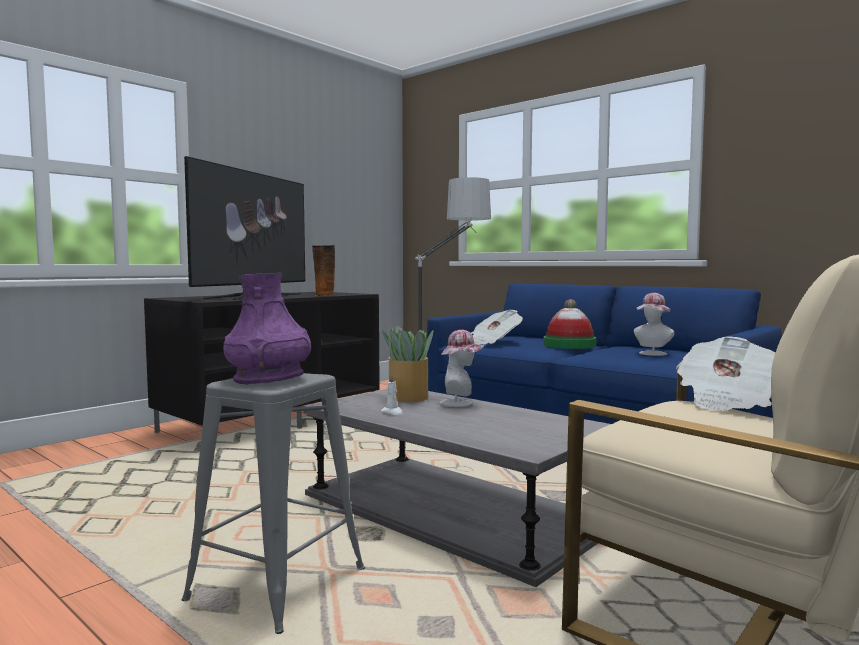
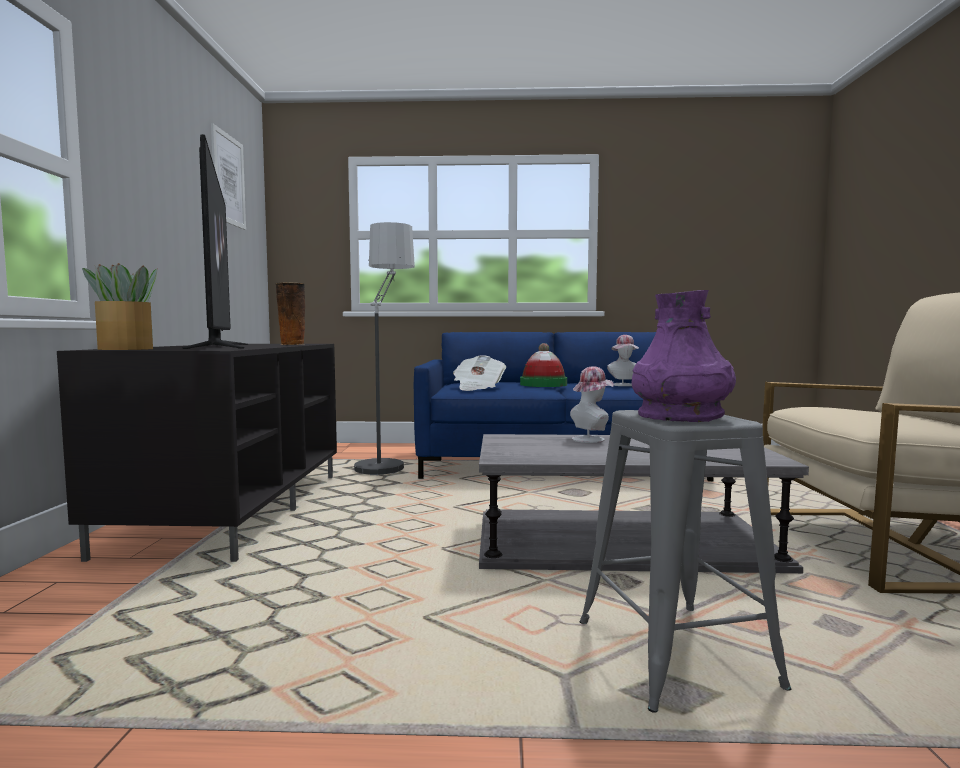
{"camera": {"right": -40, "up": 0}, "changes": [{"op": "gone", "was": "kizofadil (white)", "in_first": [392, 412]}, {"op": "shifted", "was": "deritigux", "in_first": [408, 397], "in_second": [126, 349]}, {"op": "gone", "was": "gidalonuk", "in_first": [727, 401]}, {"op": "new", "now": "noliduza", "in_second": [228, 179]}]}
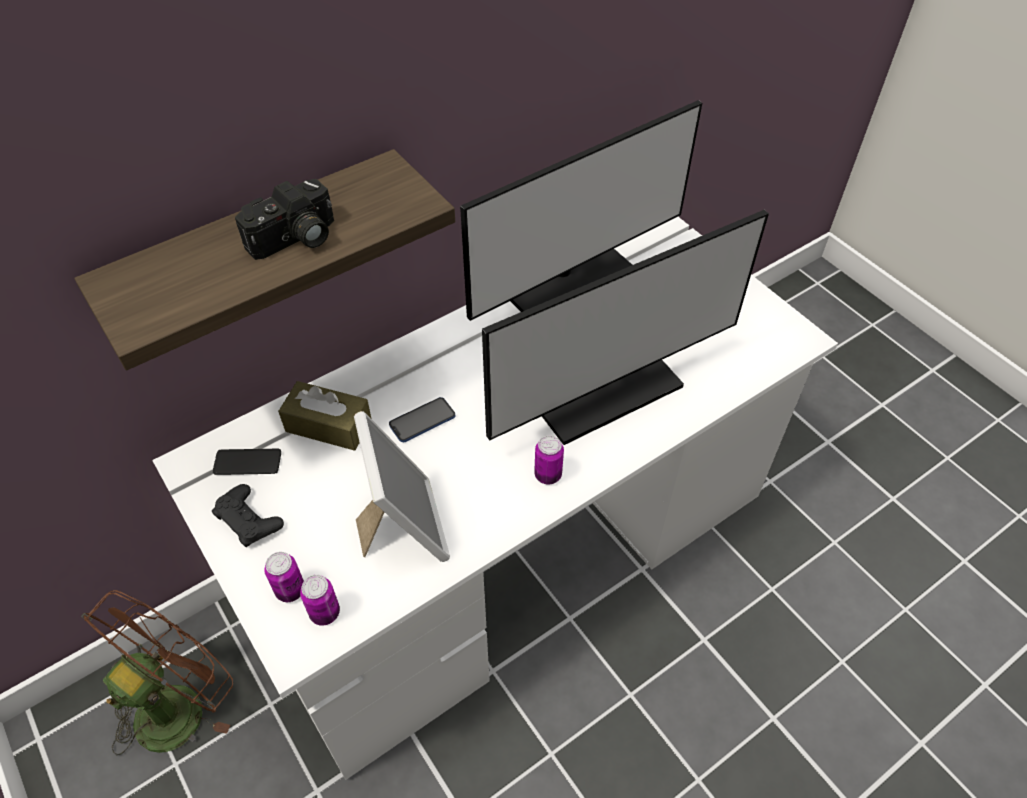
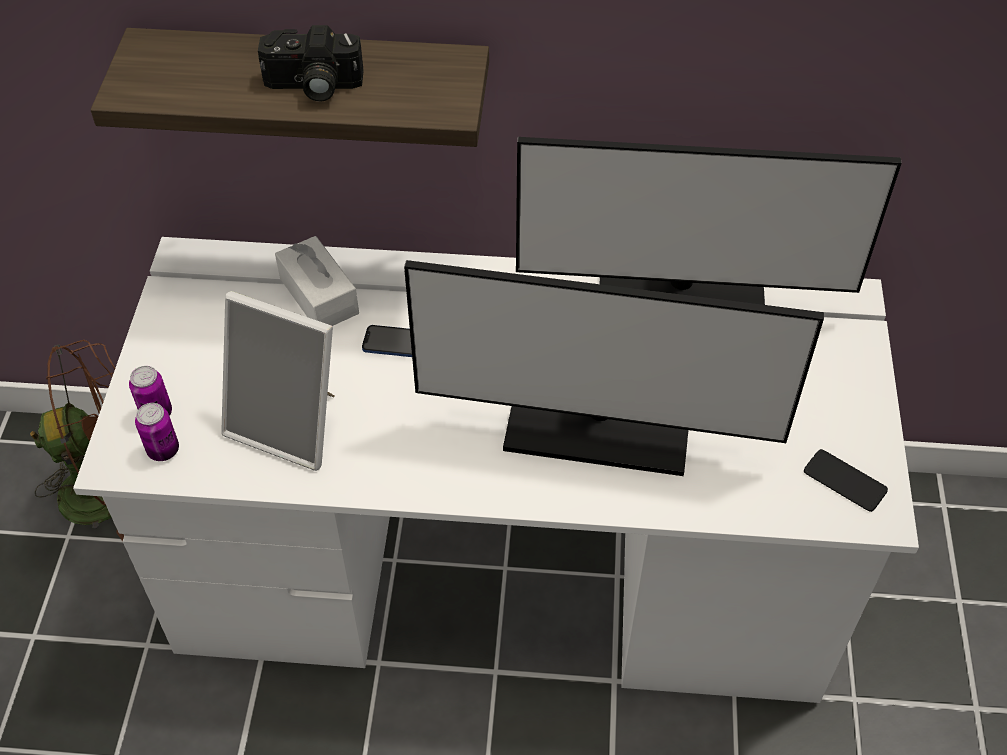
{"camera": {"right": 40, "up": 0}, "changes": [{"op": "gone", "was": "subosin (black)", "in_first": [248, 519]}, {"op": "shifted", "was": "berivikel", "in_first": [247, 462], "in_second": [845, 481]}, {"op": "repainted", "was": "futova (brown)", "now": "futova (white)", "in_first": [328, 425], "in_second": [319, 296]}, {"op": "rotated", "was": "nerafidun", "in_first": [403, 527], "in_second": [290, 424], "clockwise": 90}, {"op": "gone", "was": "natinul", "in_first": [548, 475]}]}
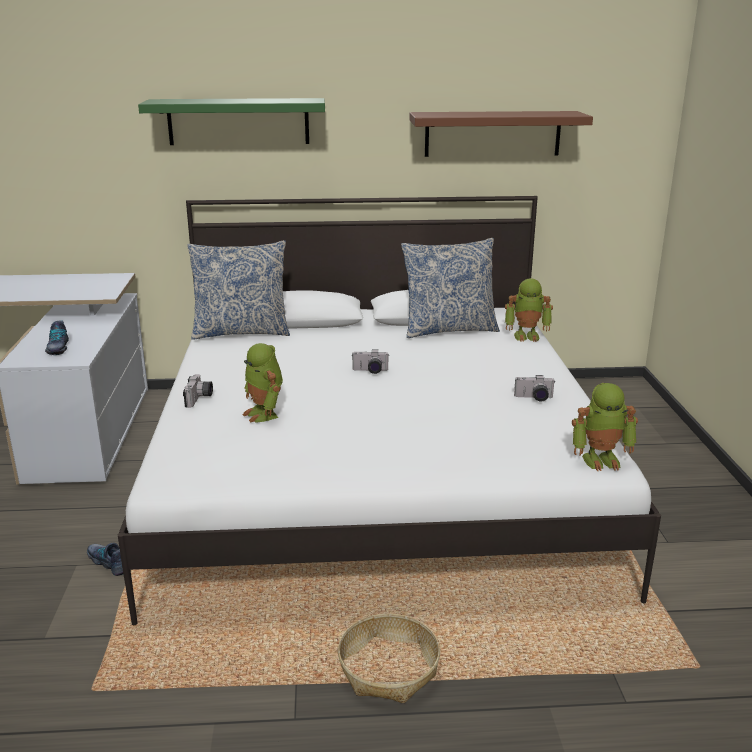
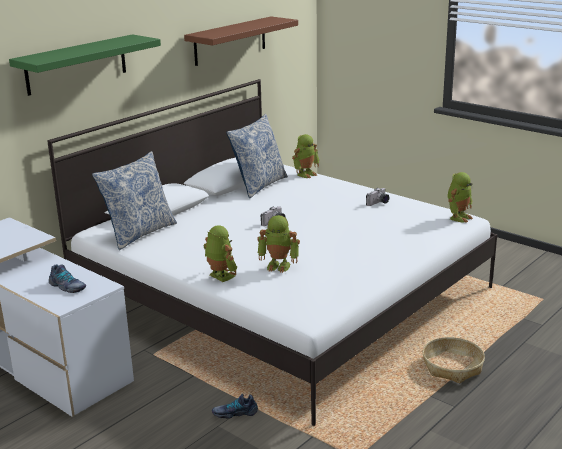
{"camera": {"right": -45, "up": 0}, "changes": [{"op": "swapped", "was": "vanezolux", "now": "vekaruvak", "in_first": [199, 399], "in_second": [220, 276]}]}
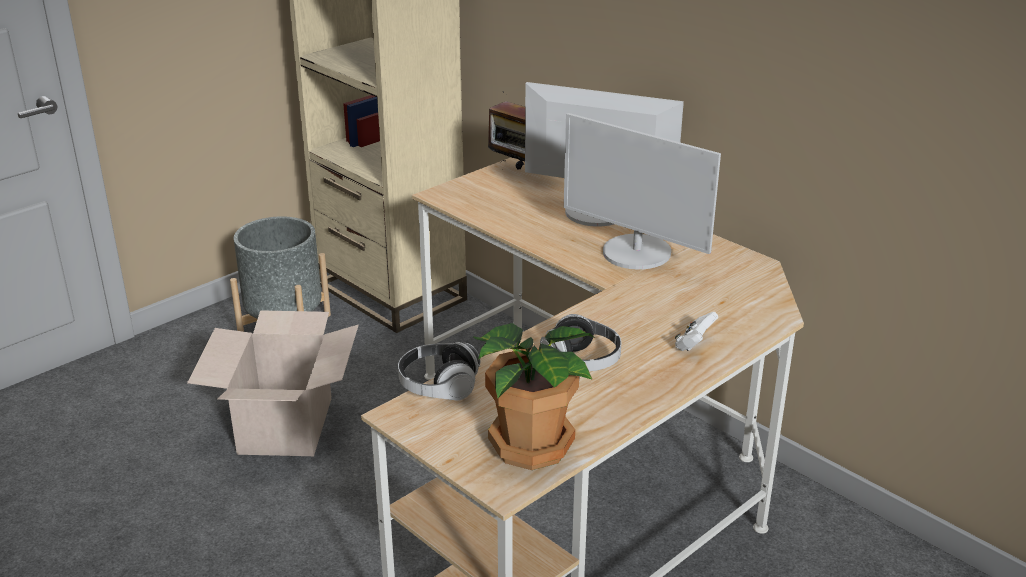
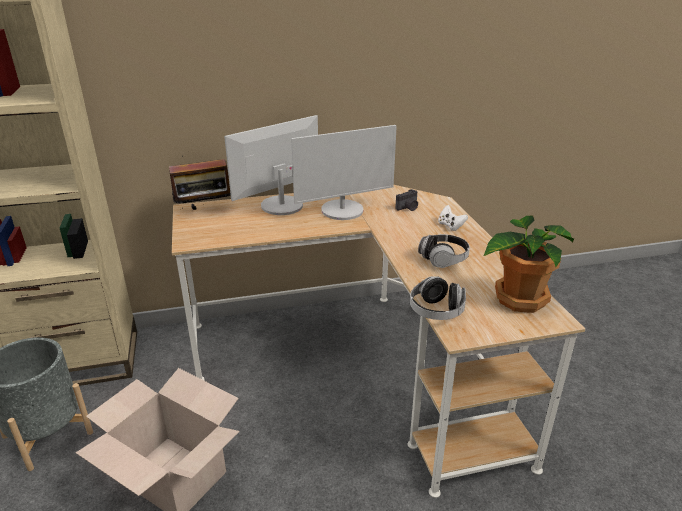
{"camera": {"right": -60, "up": 0}, "changes": [{"op": "new", "now": "vanezolux", "in_second": [408, 208]}]}
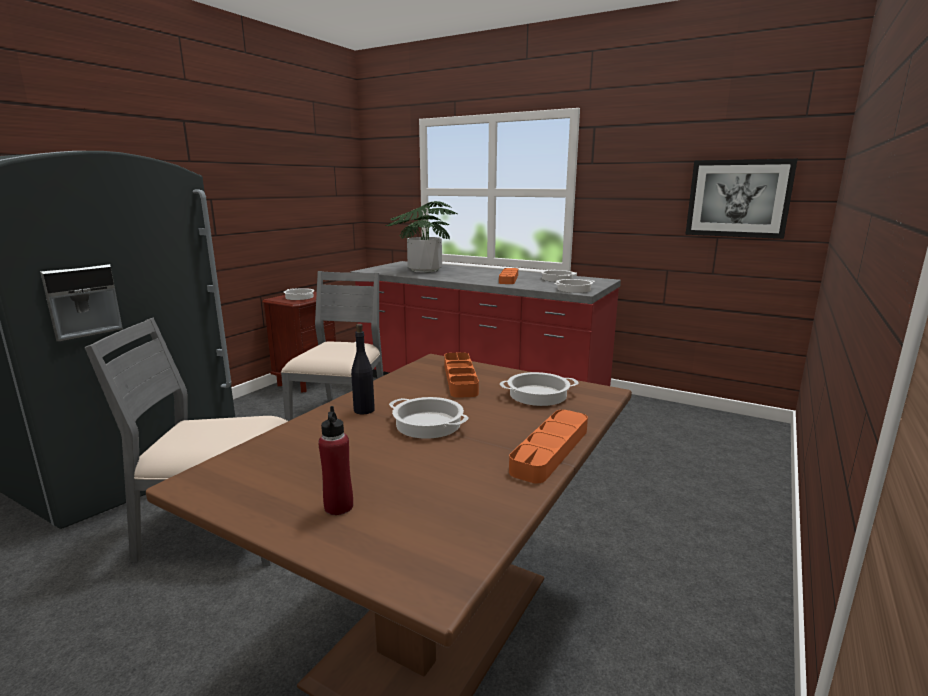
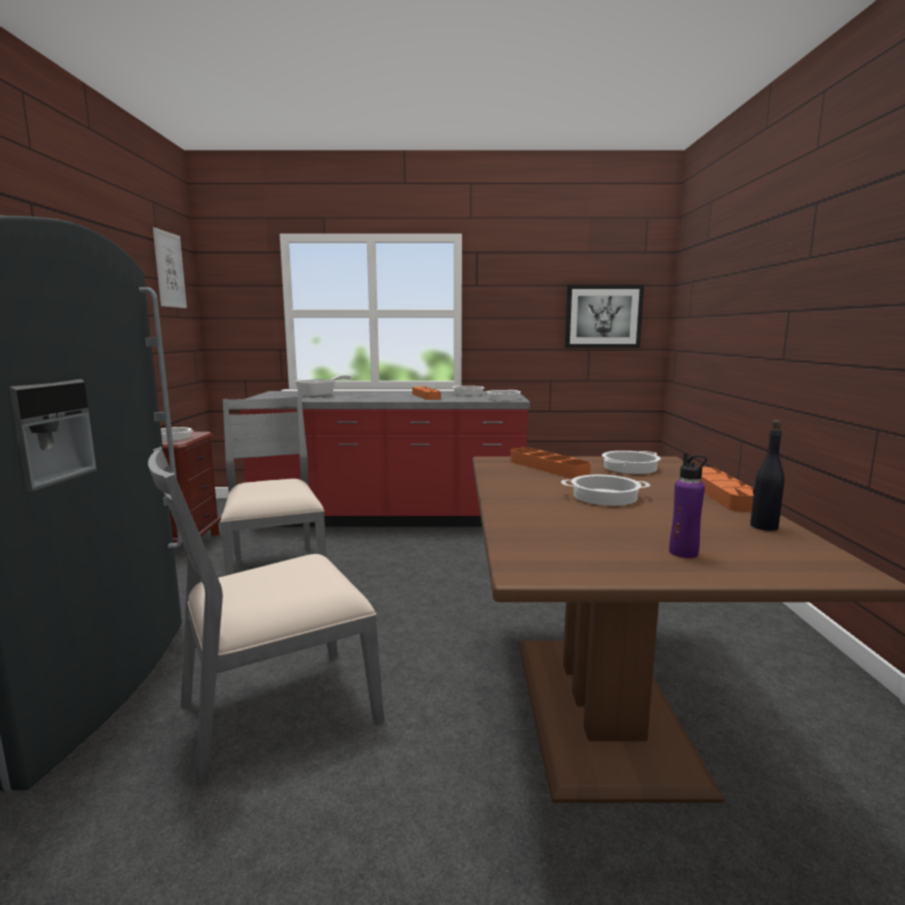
{"camera": {"right": -30, "up": -5}, "changes": [{"op": "repainted", "was": "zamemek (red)", "now": "zamemek (purple)", "in_first": [338, 507], "in_second": [683, 553]}, {"op": "shifted", "was": "zamemek (black)", "in_first": [364, 410], "in_second": [763, 526]}, {"op": "swapped", "was": "deritigux", "now": "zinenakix", "in_first": [424, 270], "in_second": [320, 396]}, {"op": "new", "now": "noliduza", "in_second": [169, 270]}]}
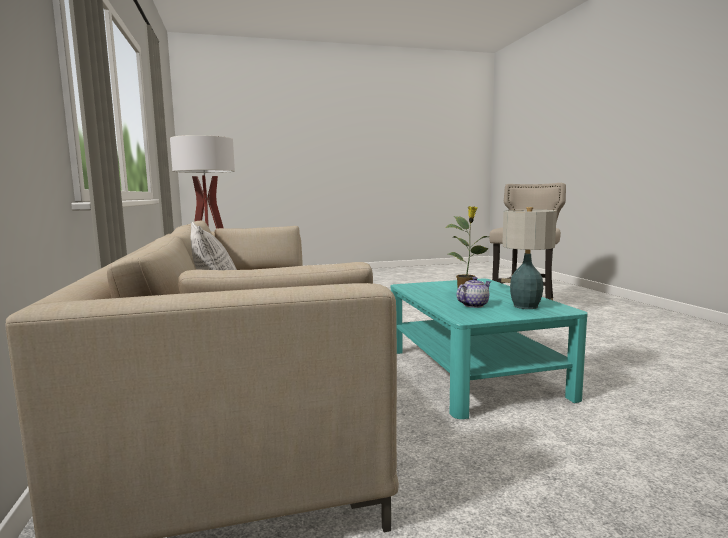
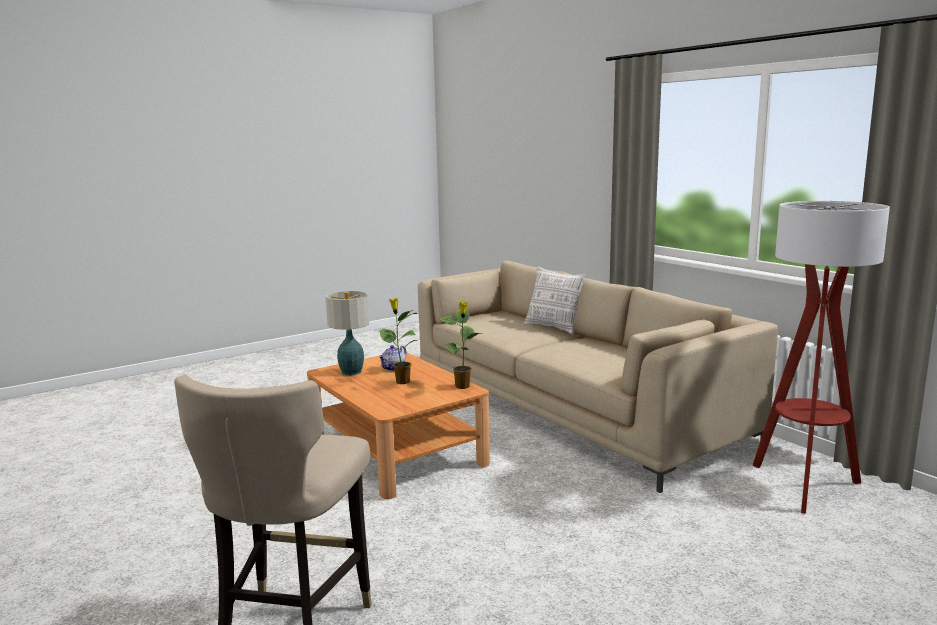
{"camera": {"right": 160, "up": 5}, "changes": [{"op": "repainted", "was": "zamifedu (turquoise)", "now": "zamifedu (brown)", "in_first": [472, 372], "in_second": [397, 450]}, {"op": "new", "now": "deritigux", "in_second": [463, 386]}]}
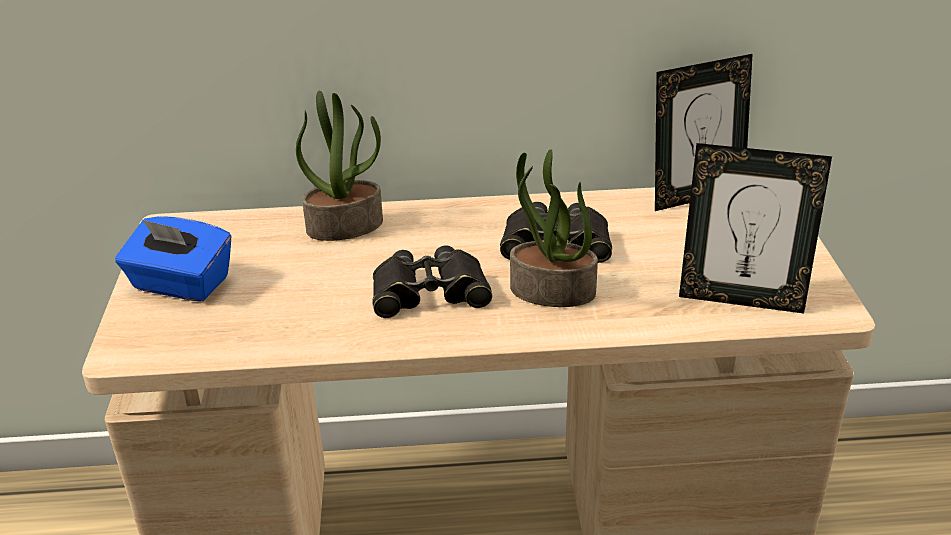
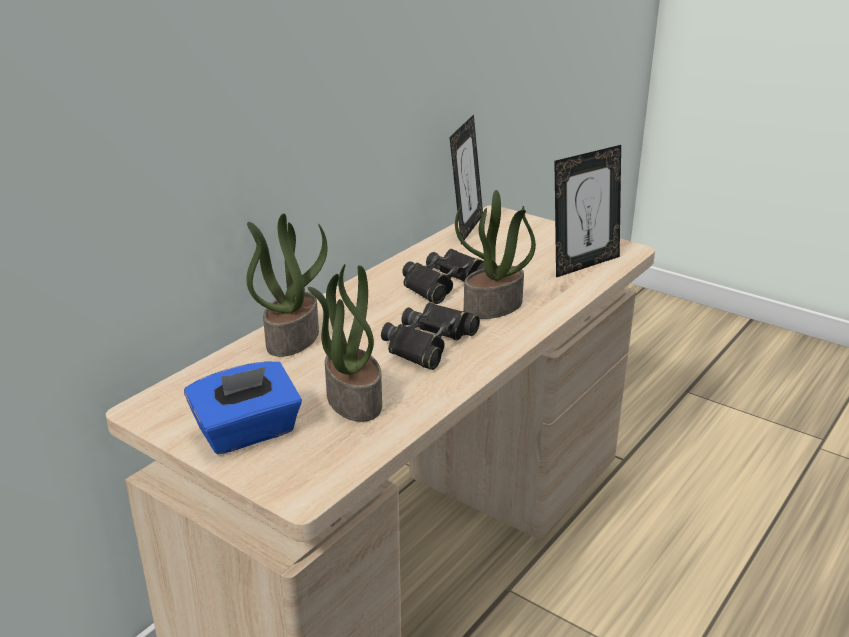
{"camera": {"right": -50, "up": -5}, "changes": [{"op": "new", "now": "deritigux", "in_second": [352, 399]}]}
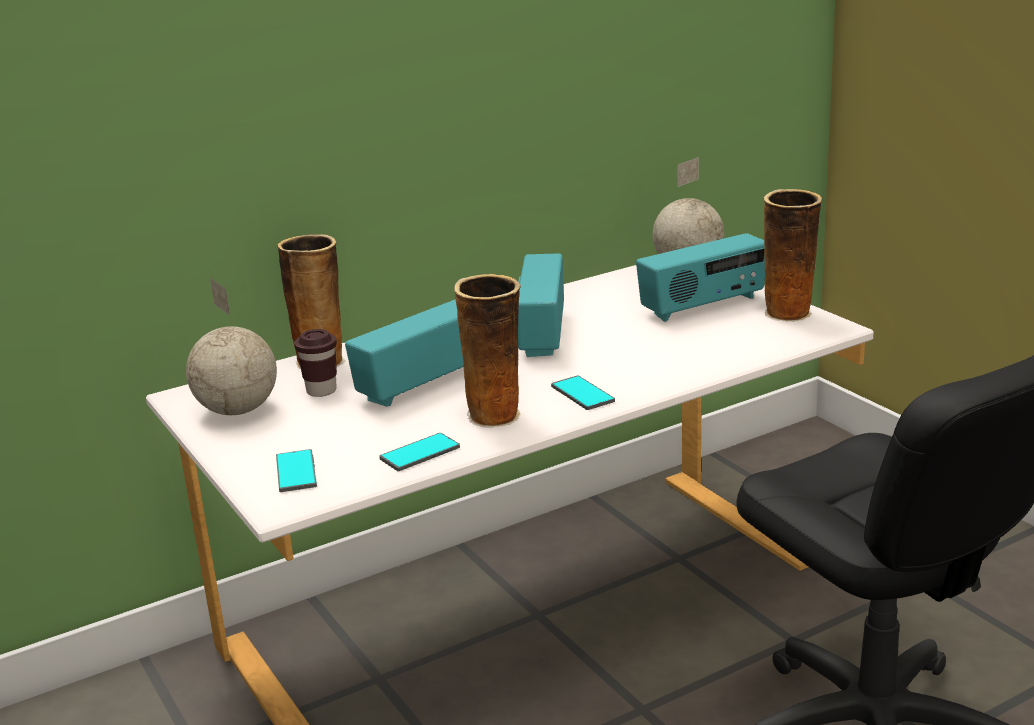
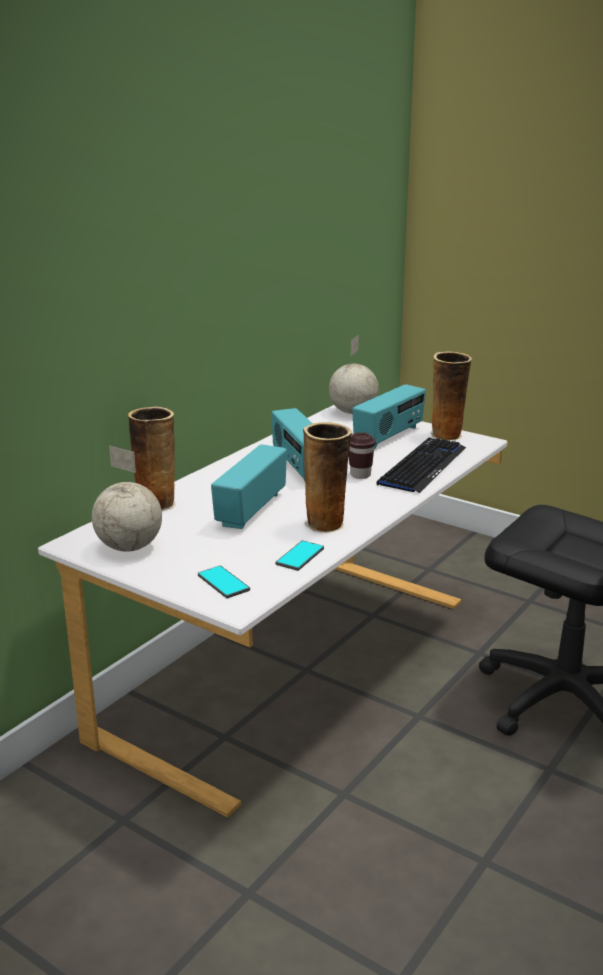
{"camera": {"right": -25, "up": 0}, "changes": [{"op": "shifted", "was": "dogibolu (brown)", "in_first": [321, 391], "in_second": [360, 475]}, {"op": "gone", "was": "berivikel", "in_first": [582, 394]}, {"op": "new", "now": "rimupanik", "in_second": [422, 466]}]}
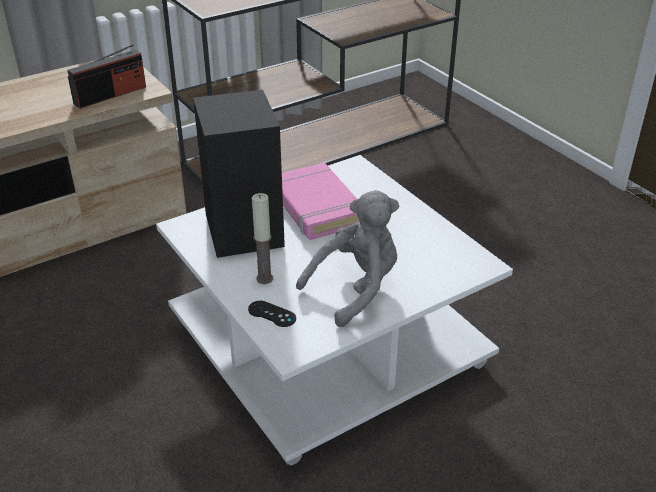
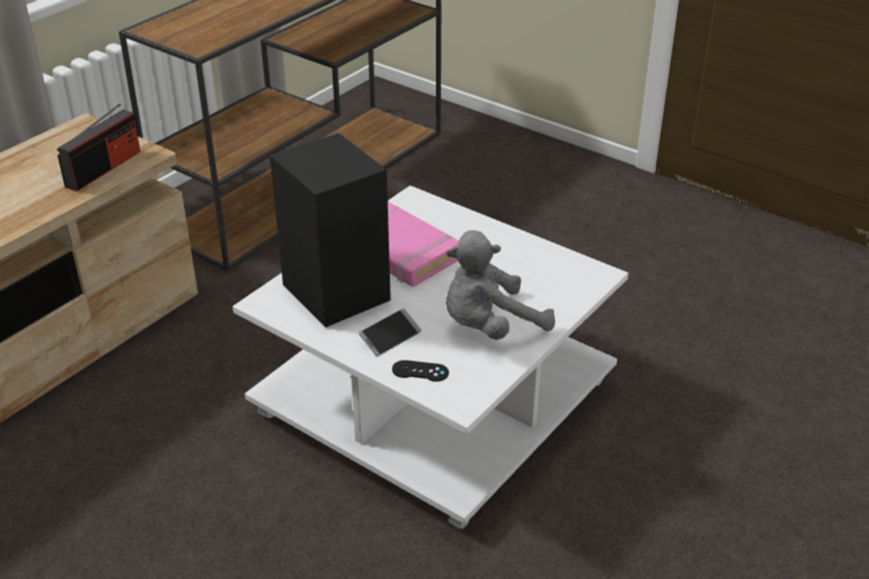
{"camera": {"right": -20, "up": 0}, "changes": [{"op": "swapped", "was": "kizofadil", "now": "berivikel", "in_first": [264, 278], "in_second": [390, 337]}, {"op": "rotated", "was": "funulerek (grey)", "in_first": [356, 289], "in_second": [489, 326], "clockwise": -150}]}
